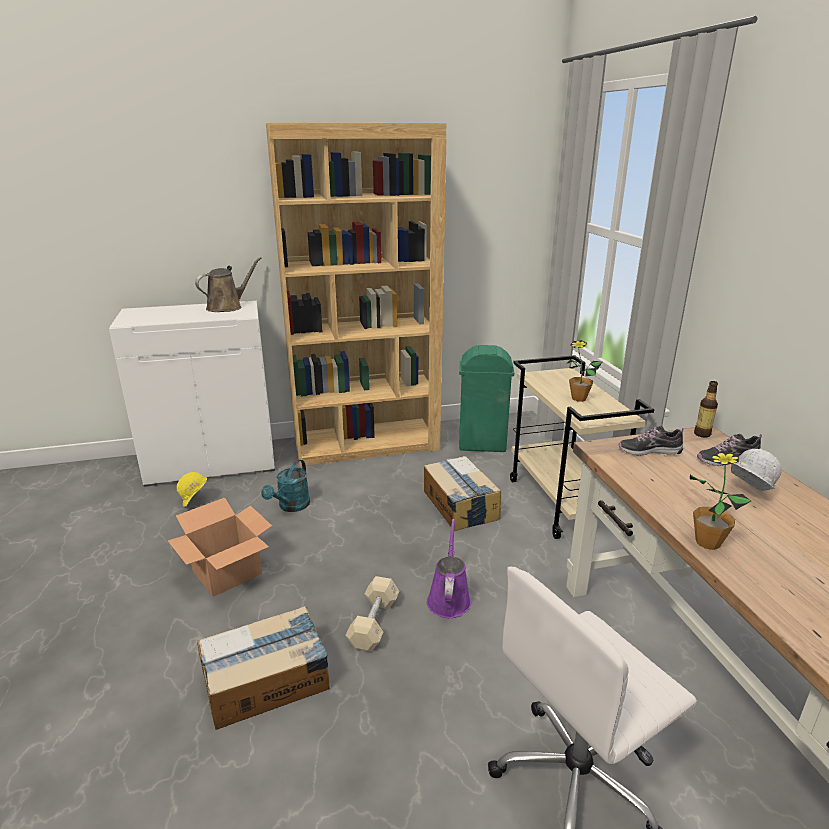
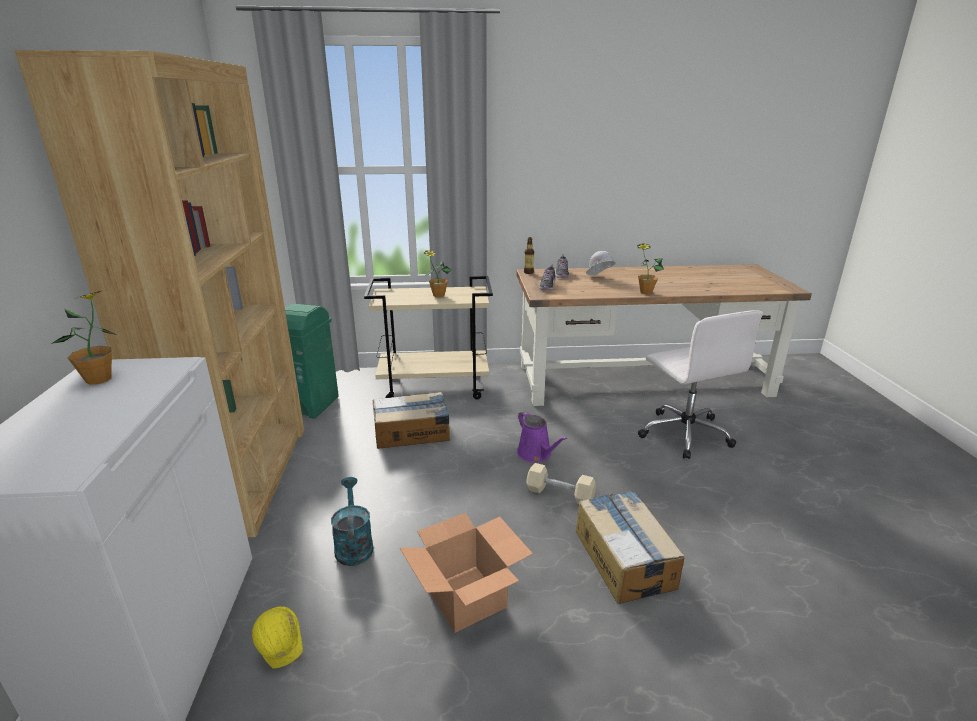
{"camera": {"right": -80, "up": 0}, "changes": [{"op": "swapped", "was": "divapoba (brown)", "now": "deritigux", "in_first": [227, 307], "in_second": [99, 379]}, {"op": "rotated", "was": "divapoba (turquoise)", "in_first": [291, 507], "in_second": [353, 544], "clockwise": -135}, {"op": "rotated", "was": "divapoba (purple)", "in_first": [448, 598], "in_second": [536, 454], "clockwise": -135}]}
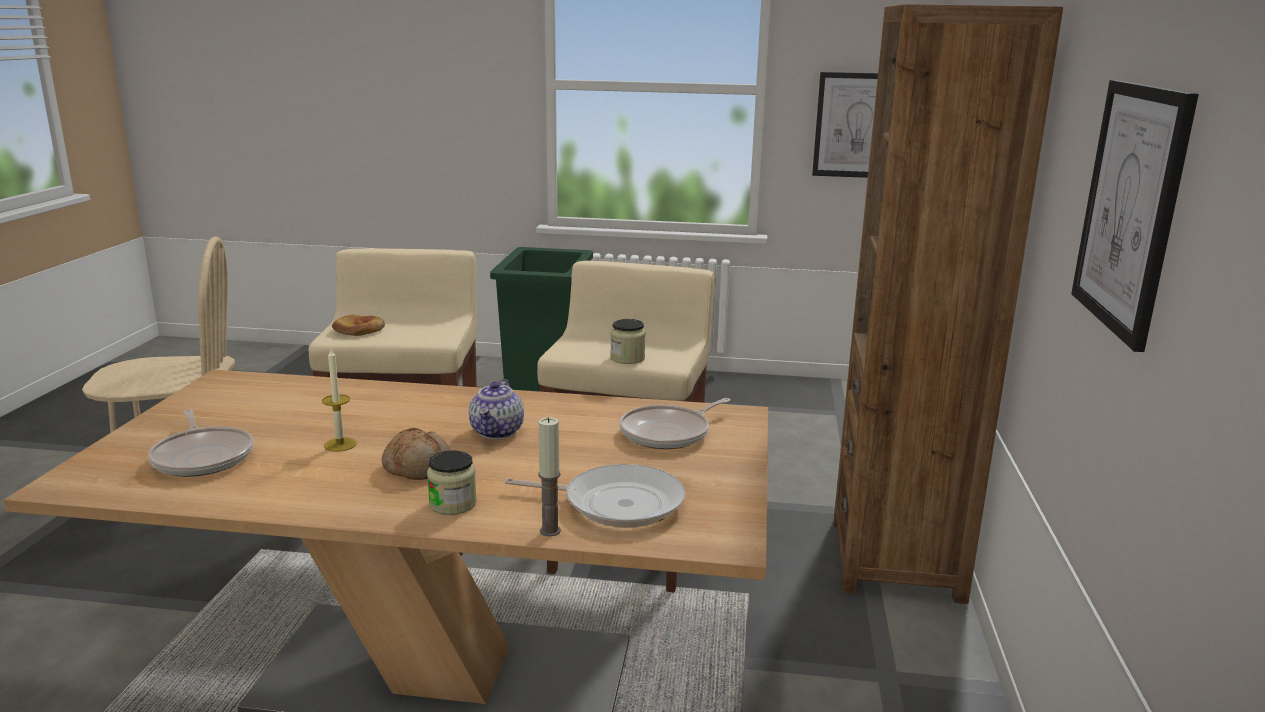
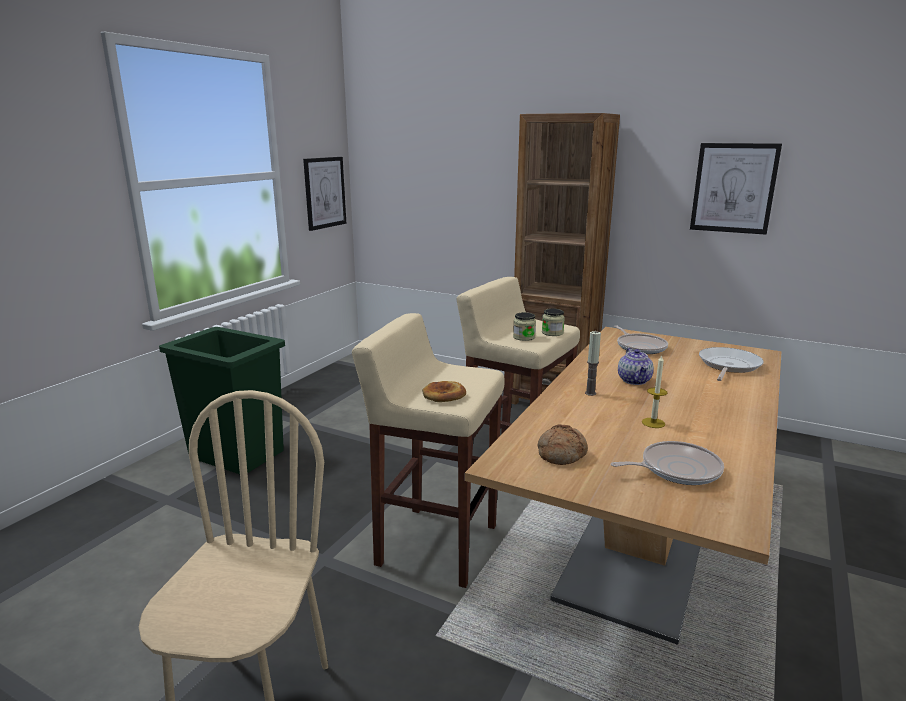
{"camera": {"right": -70, "up": 0}, "changes": [{"op": "shifted", "was": "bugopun", "in_first": [418, 467], "in_second": [561, 454]}, {"op": "shifted", "was": "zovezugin", "in_first": [453, 504], "in_second": [524, 337]}, {"op": "rotated", "was": "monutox", "in_first": [497, 432], "in_second": [634, 380], "clockwise": 60}, {"op": "shifted", "was": "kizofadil", "in_first": [550, 531], "in_second": [590, 393]}]}
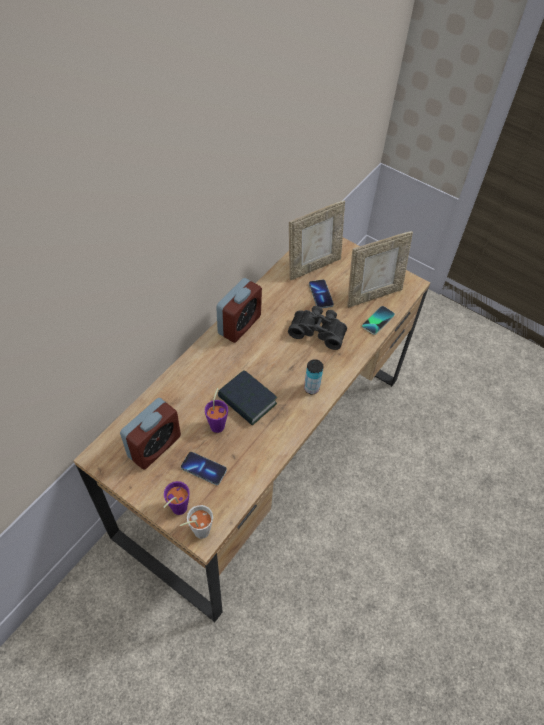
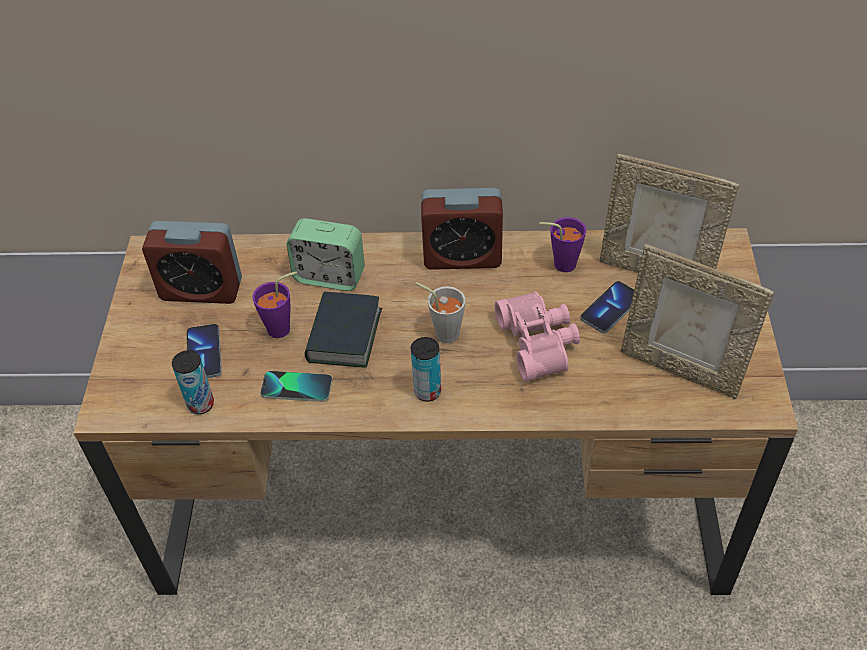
{"camera": {"right": 60, "up": -5}, "changes": [{"op": "shifted", "was": "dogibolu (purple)", "in_first": [176, 510], "in_second": [559, 264]}, {"op": "shifted", "was": "dogibolu (grey)", "in_first": [198, 532], "in_second": [442, 332]}, {"op": "repainted", "was": "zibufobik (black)", "now": "zibufobik (pink)", "in_first": [318, 330], "in_second": [540, 342]}, {"op": "shifted", "was": "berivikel", "in_first": [378, 321], "in_second": [296, 387]}, {"op": "new", "now": "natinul", "in_second": [201, 404]}, {"op": "new", "now": "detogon", "in_second": [329, 276]}]}
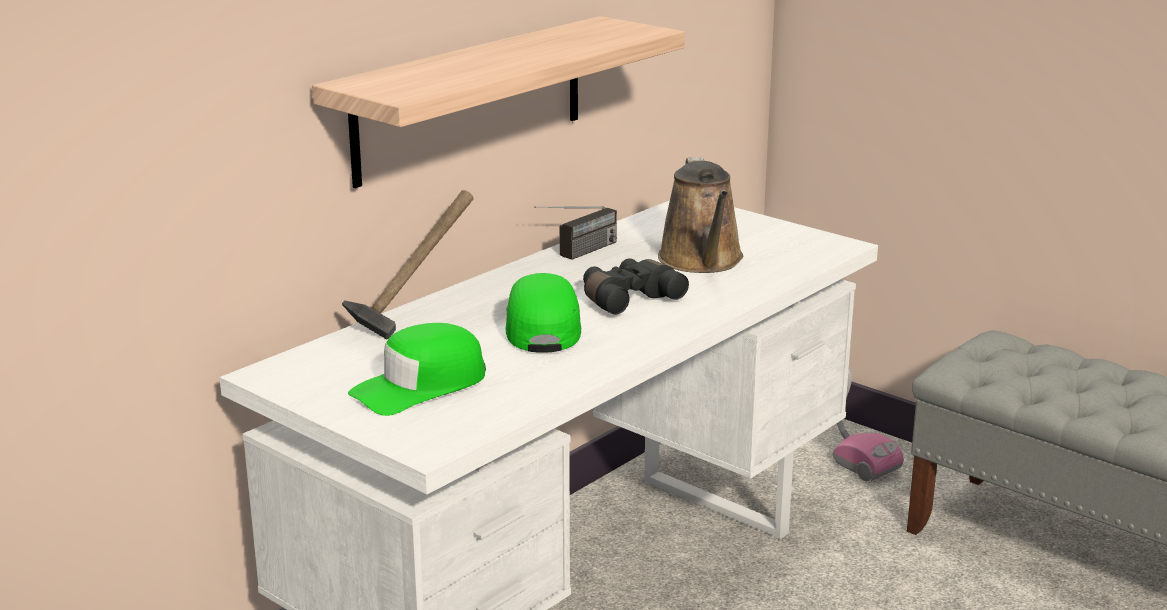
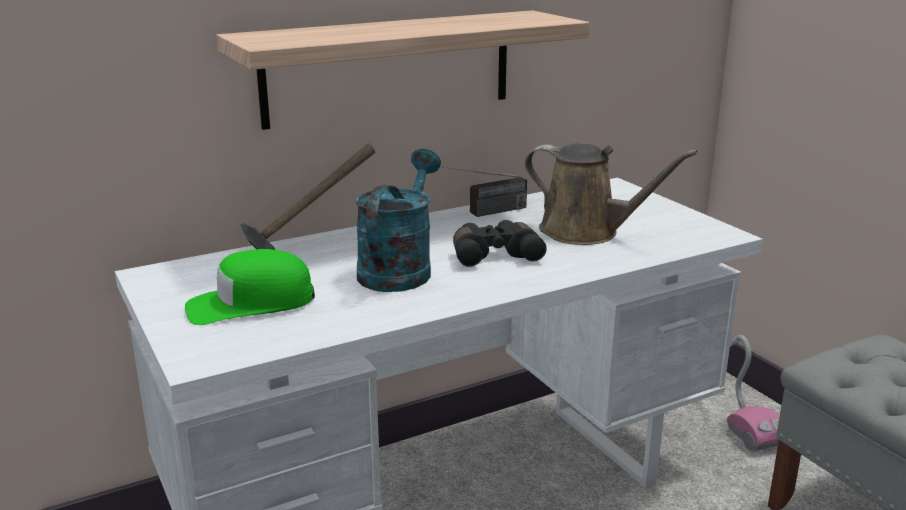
{"camera": {"right": 20, "up": 0}, "changes": [{"op": "swapped", "was": "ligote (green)", "now": "divapoba (turquoise)", "in_first": [542, 327], "in_second": [399, 268]}, {"op": "rotated", "was": "divapoba (brown)", "in_first": [702, 261], "in_second": [586, 232], "clockwise": -75}]}
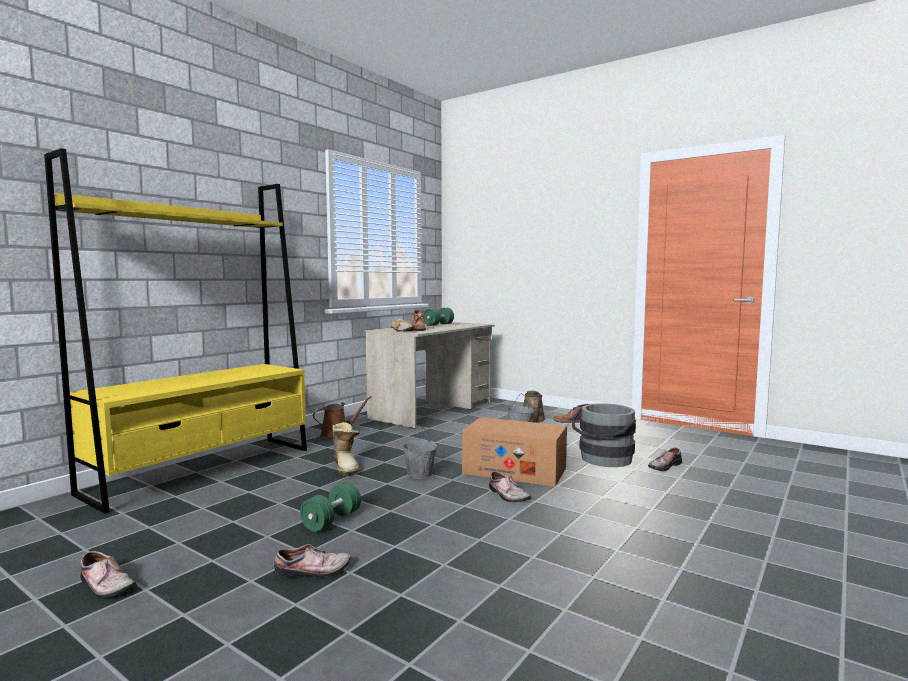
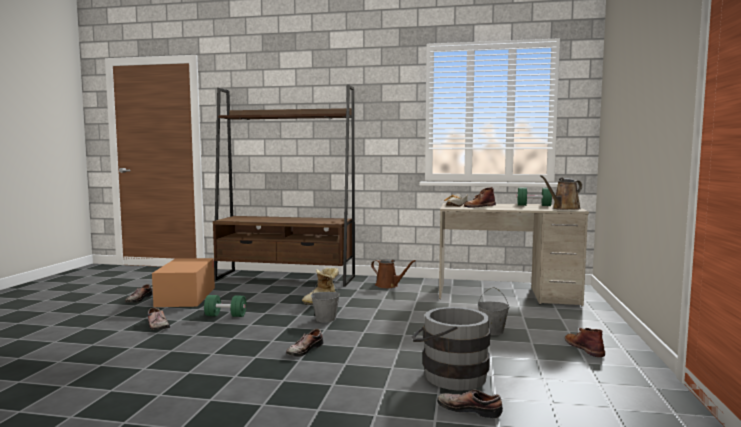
{"camera": {"right": 65, "up": 0}, "changes": [{"op": "repainted", "was": "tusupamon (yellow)", "now": "tusupamon (brown)", "in_first": [203, 470], "in_second": [285, 278]}, {"op": "shifted", "was": "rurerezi", "in_first": [514, 470], "in_second": [186, 297]}, {"op": "shifted", "was": "divapoba (brown)", "in_first": [533, 420], "in_second": [564, 208]}]}
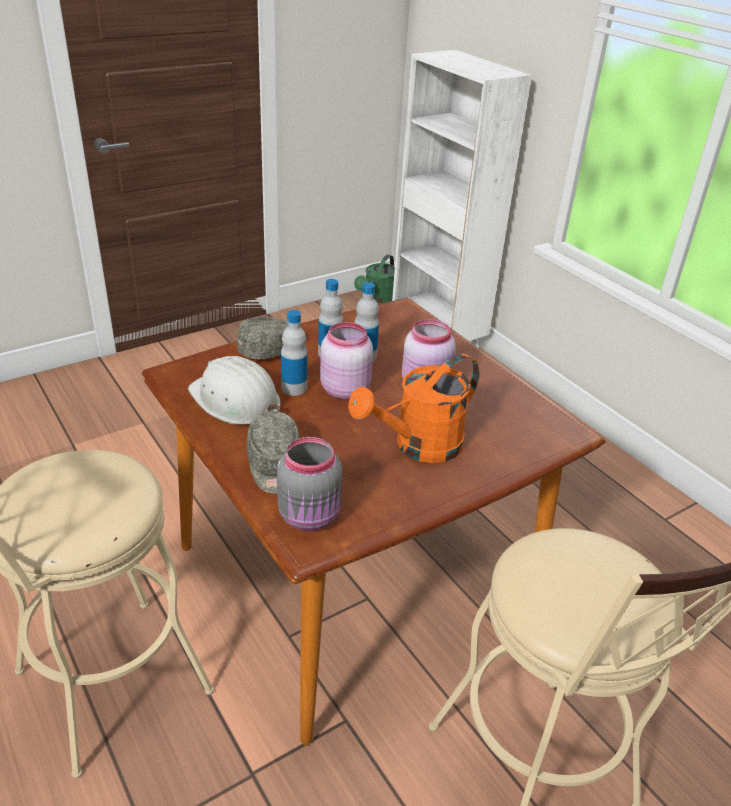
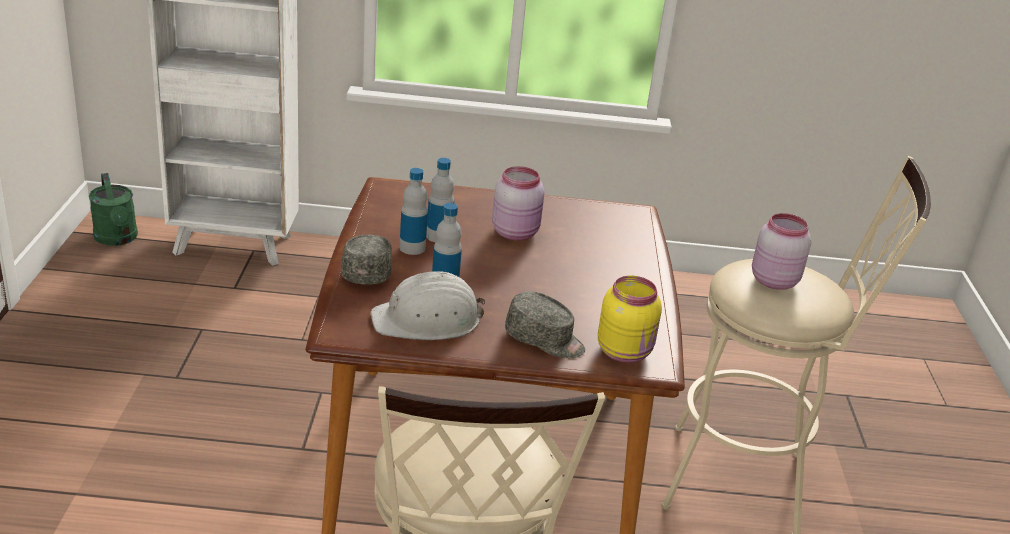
{"camera": {"right": -55, "up": -5}, "changes": [{"op": "repainted", "was": "zovezugin (grey)", "now": "zovezugin (yellow)", "in_first": [311, 517], "in_second": [625, 351]}, {"op": "shifted", "was": "zovezugin (pink)", "in_first": [345, 389], "in_second": [772, 280]}, {"op": "gone", "was": "divapoba (orange)", "in_first": [419, 447]}]}
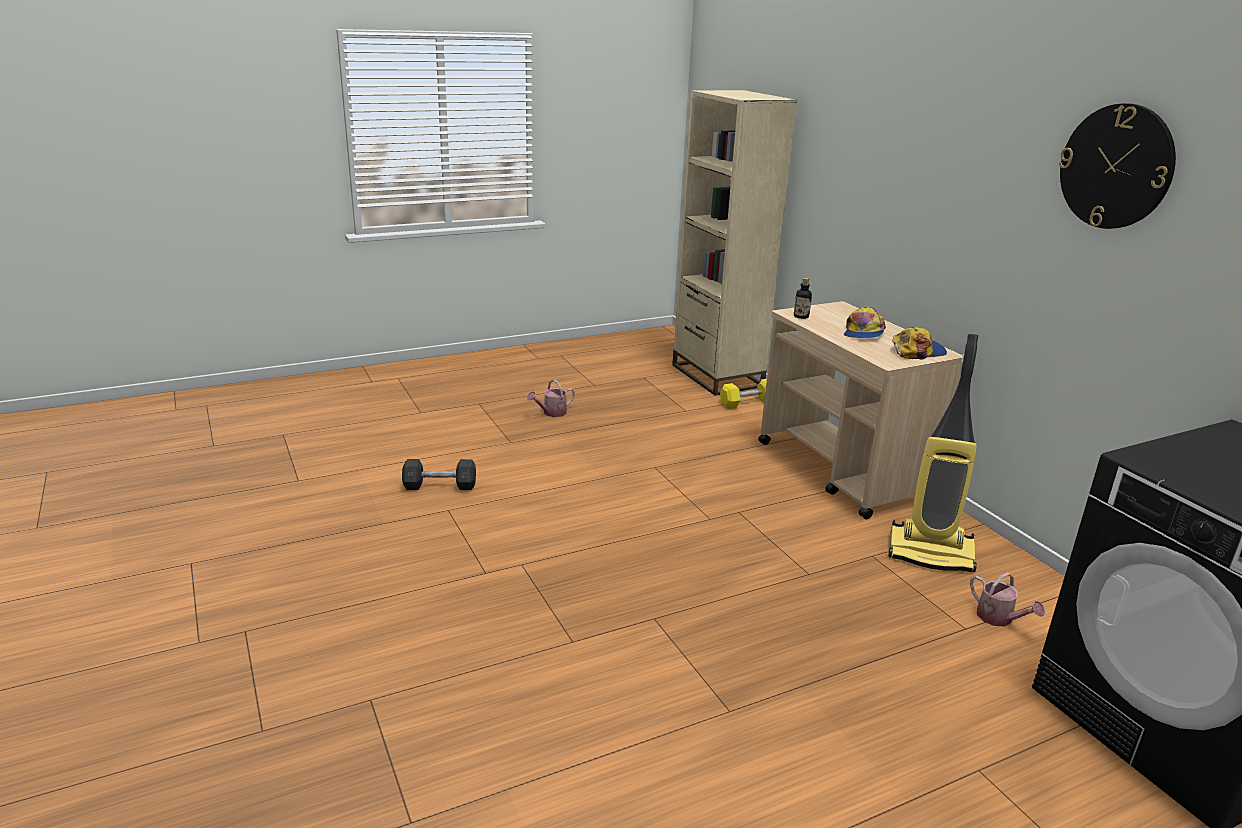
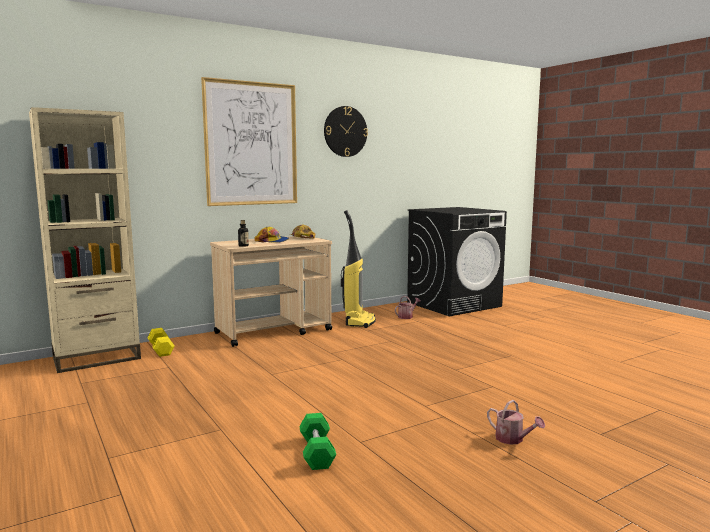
{"camera": {"right": -95, "up": -15}, "changes": [{"op": "repainted", "was": "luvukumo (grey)", "now": "luvukumo (green)", "in_first": [440, 486], "in_second": [317, 452]}, {"op": "shifted", "was": "divapoba", "in_first": [551, 413], "in_second": [513, 439]}, {"op": "new", "now": "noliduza", "in_second": [251, 144]}]}
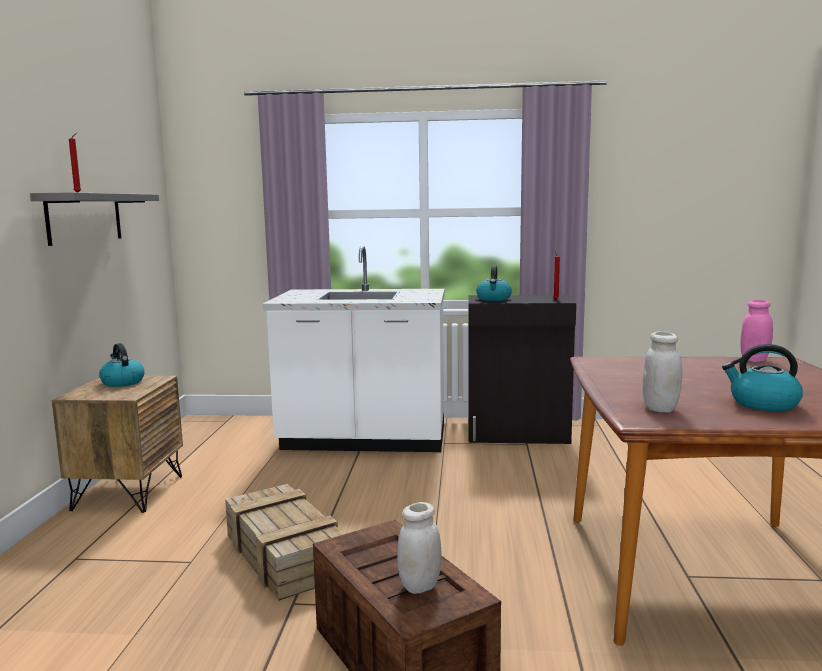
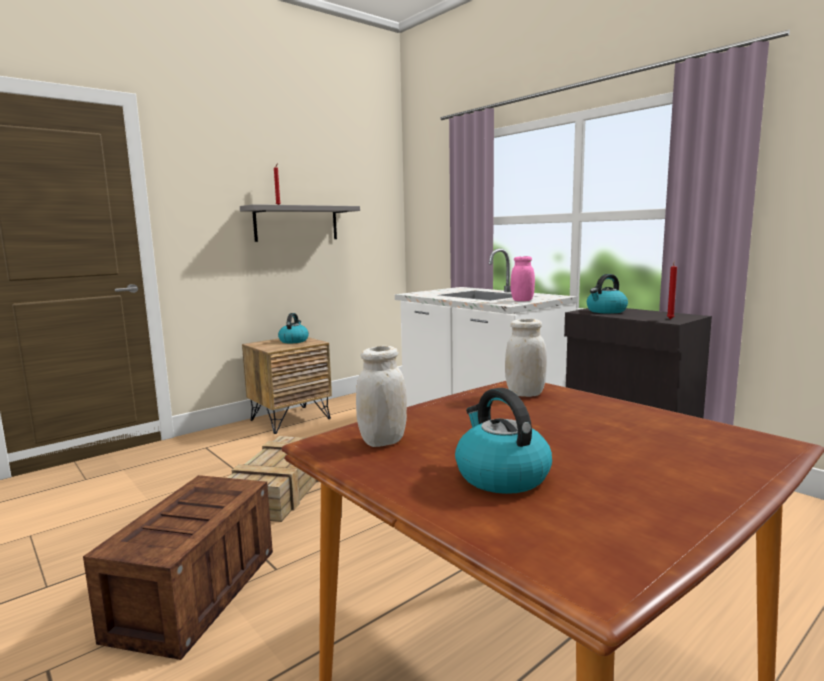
{"camera": {"right": 45, "up": 0}, "changes": [{"op": "shifted", "was": "zovezugin (white)", "in_first": [420, 586], "in_second": [525, 394]}, {"op": "shifted", "was": "zovezugin (pink)", "in_first": [754, 360], "in_second": [522, 300]}]}
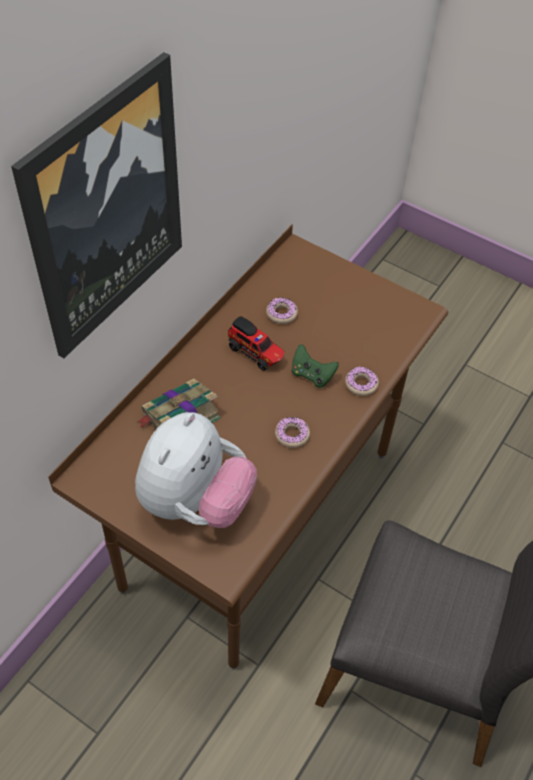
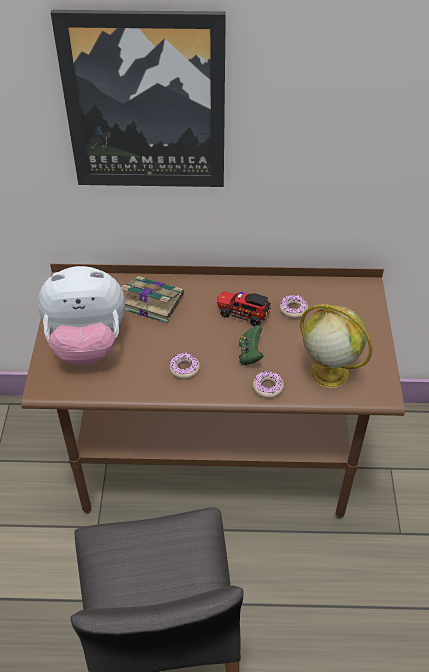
{"camera": {"right": 60, "up": -5}, "changes": [{"op": "rotated", "was": "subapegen", "in_first": [256, 353], "in_second": [242, 314], "clockwise": 105}, {"op": "new", "now": "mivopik", "in_second": [328, 372]}]}
